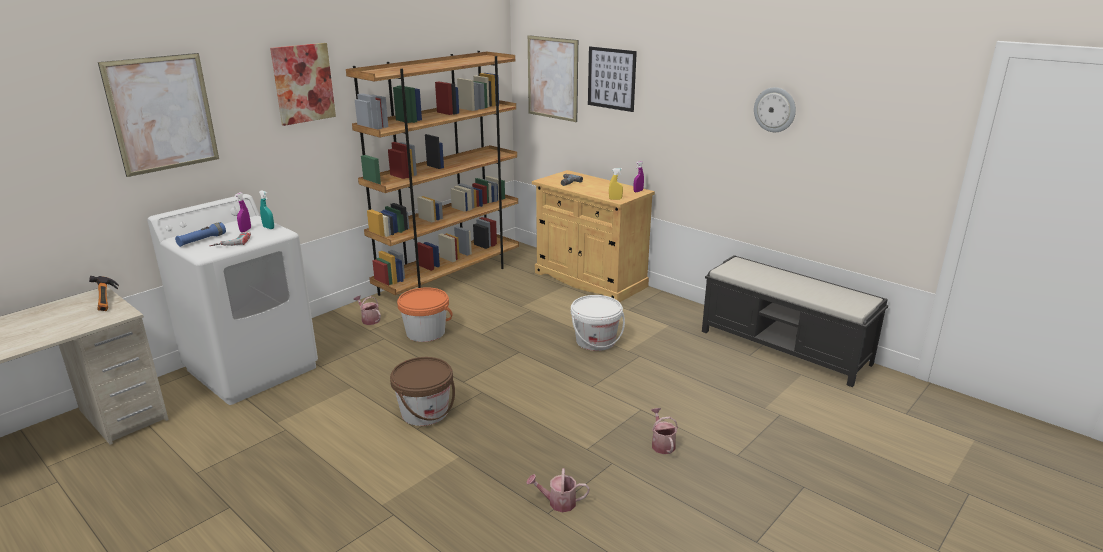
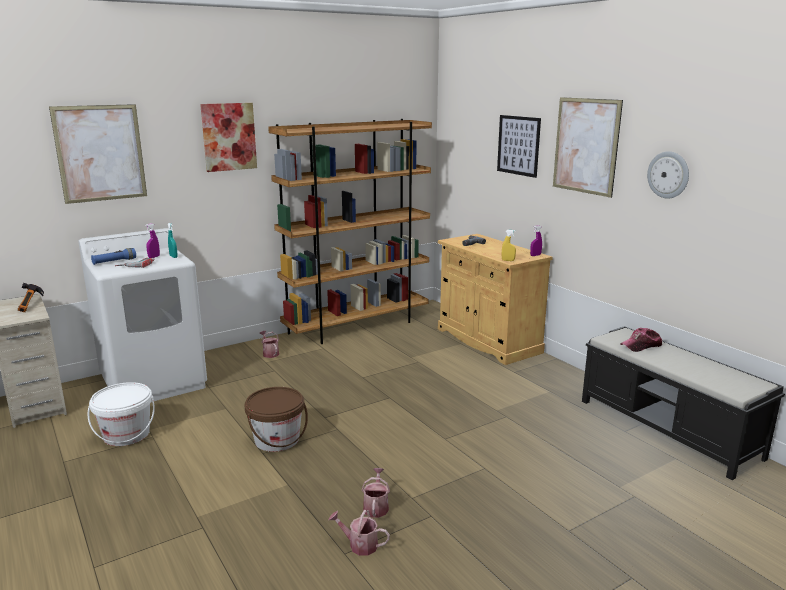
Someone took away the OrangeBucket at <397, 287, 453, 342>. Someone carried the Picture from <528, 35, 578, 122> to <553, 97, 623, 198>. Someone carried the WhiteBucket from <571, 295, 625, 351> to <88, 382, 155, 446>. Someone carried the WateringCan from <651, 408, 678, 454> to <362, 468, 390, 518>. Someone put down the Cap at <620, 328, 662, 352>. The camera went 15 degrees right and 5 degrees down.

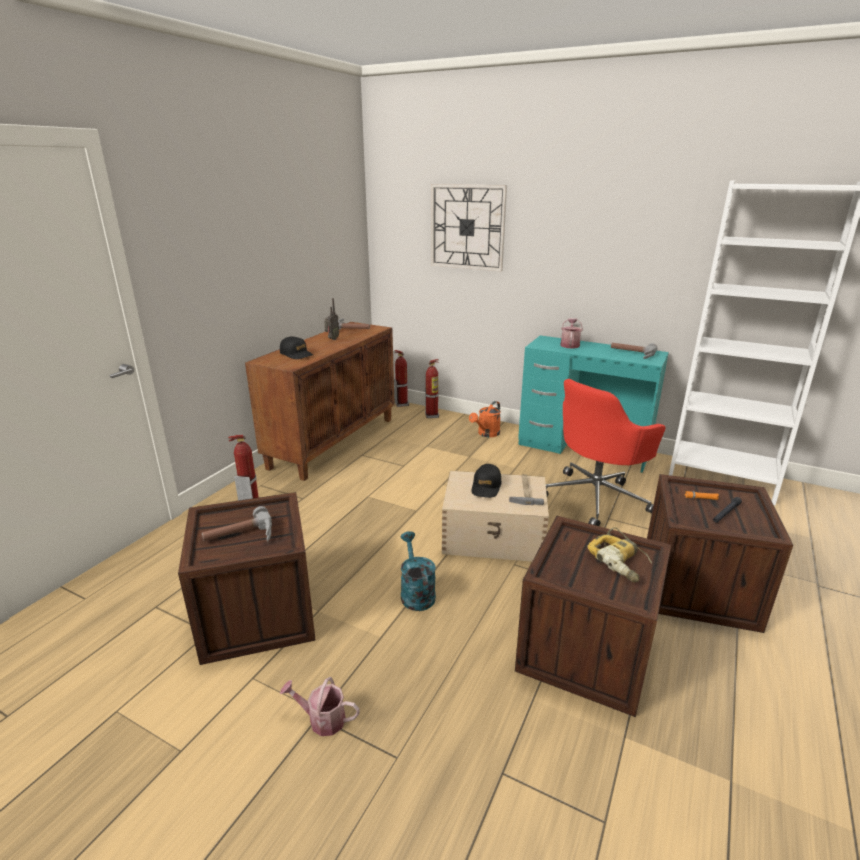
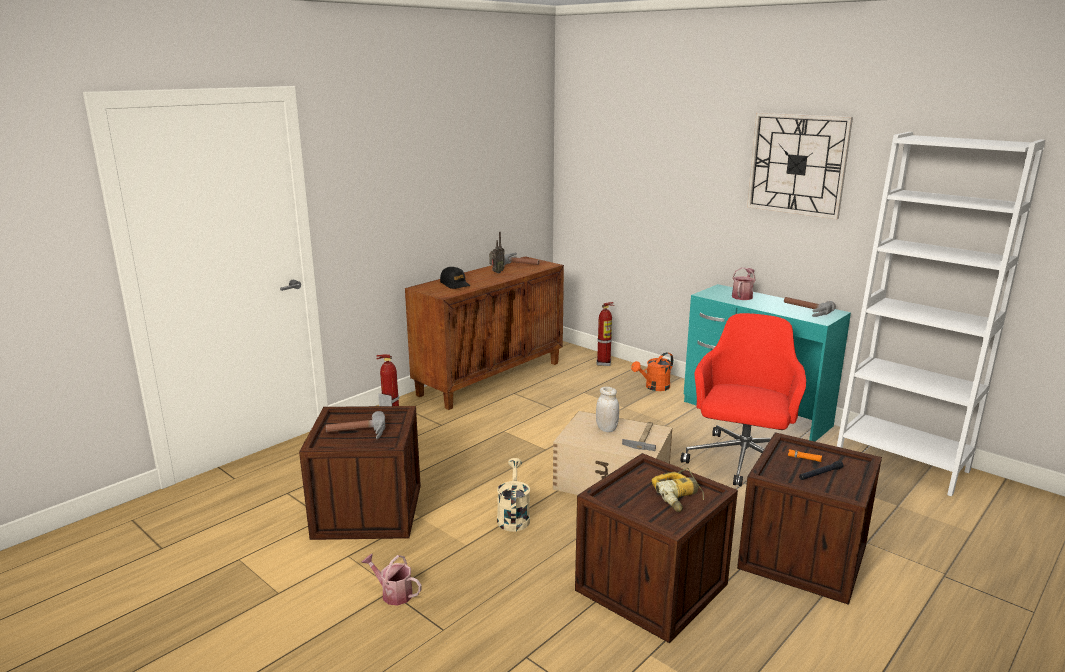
Someone took away the FireExtinguisher at <394, 350, 409, 407>. Someone repainted the TurquoiseWateringCan at <401, 531, 436, 611>, which became the BeigeWateringCan at <497, 458, 530, 532>. Someone carried the WallClock from <431, 184, 507, 271> to <747, 113, 853, 219>. Someone swapped the BlackCap at <471, 464, 501, 498> for the WhiteJar at <596, 387, 619, 432>. Someone rotated the RedOfficeChair at <546, 379, 666, 526> by 135 degrees clockwise. The camera went 15 degrees right and 5 degrees down.

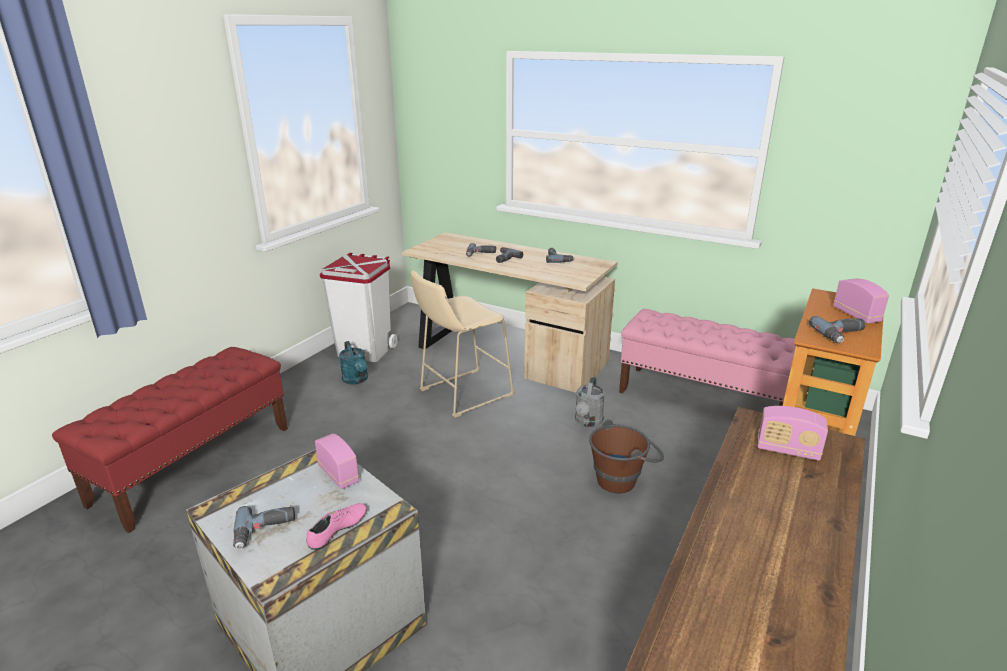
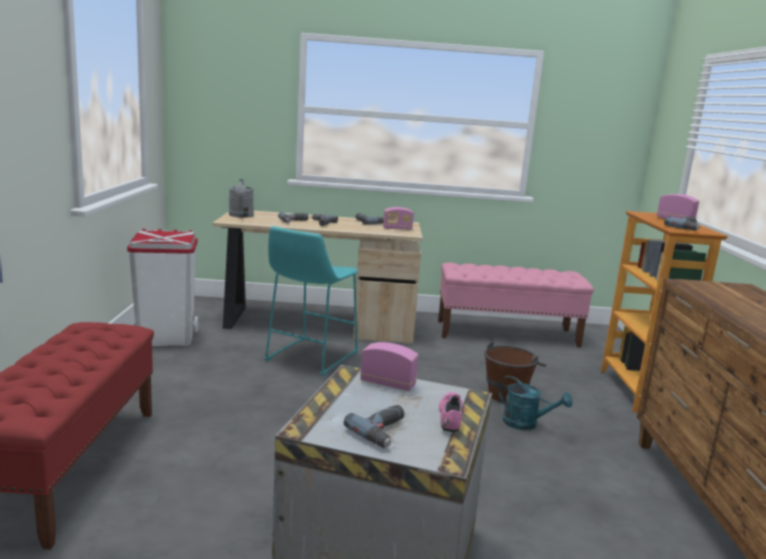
Someone carried the TurquoiseWateringCan from <339, 341, 368, 384> to <498, 376, 573, 430>. Someone repainted the BeigeStool at <411, 270, 515, 418>, which became the TurquoiseStool at <264, 226, 358, 376>. Someone carried the GreyWateringCan from <575, 377, 605, 427> to <229, 179, 254, 218>. Someone carried the Radio from <757, 406, 828, 461> to <383, 207, 414, 230>. The camera went 30 degrees left and 10 degrees down.

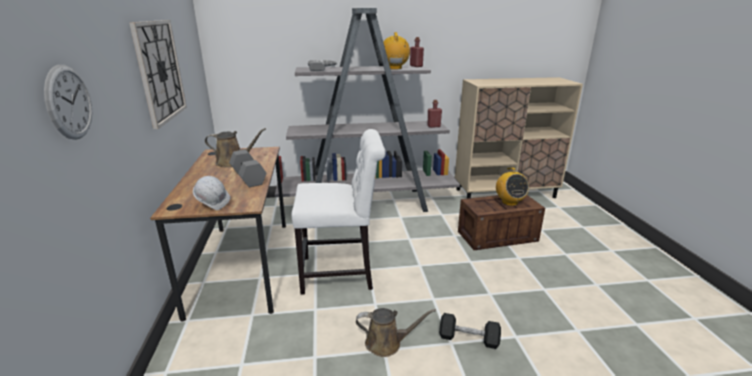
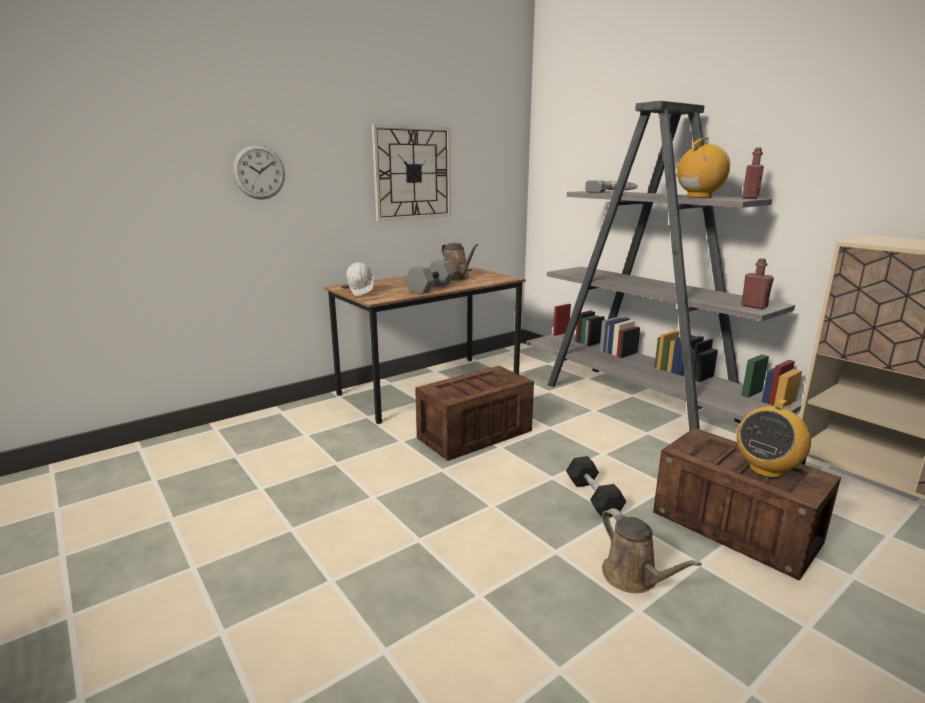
Someone swapped the WhiteChair at <292, 129, 386, 295> for the Crate at <415, 366, 534, 461>. Someone carried the BrownWateringCan from <356, 308, 436, 357> to <602, 508, 702, 593>. Someone carried the BlackDumbbell from <439, 313, 501, 349> to <566, 456, 626, 517>. The camera went 60 degrees right and 5 degrees down.

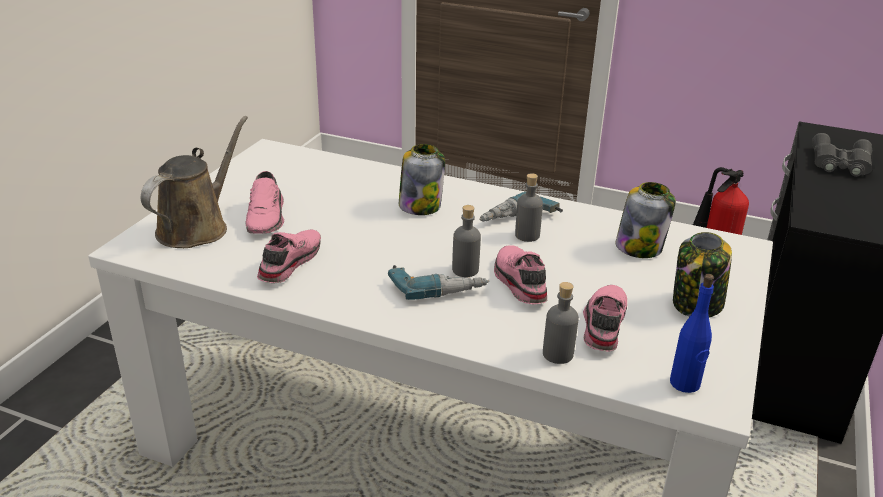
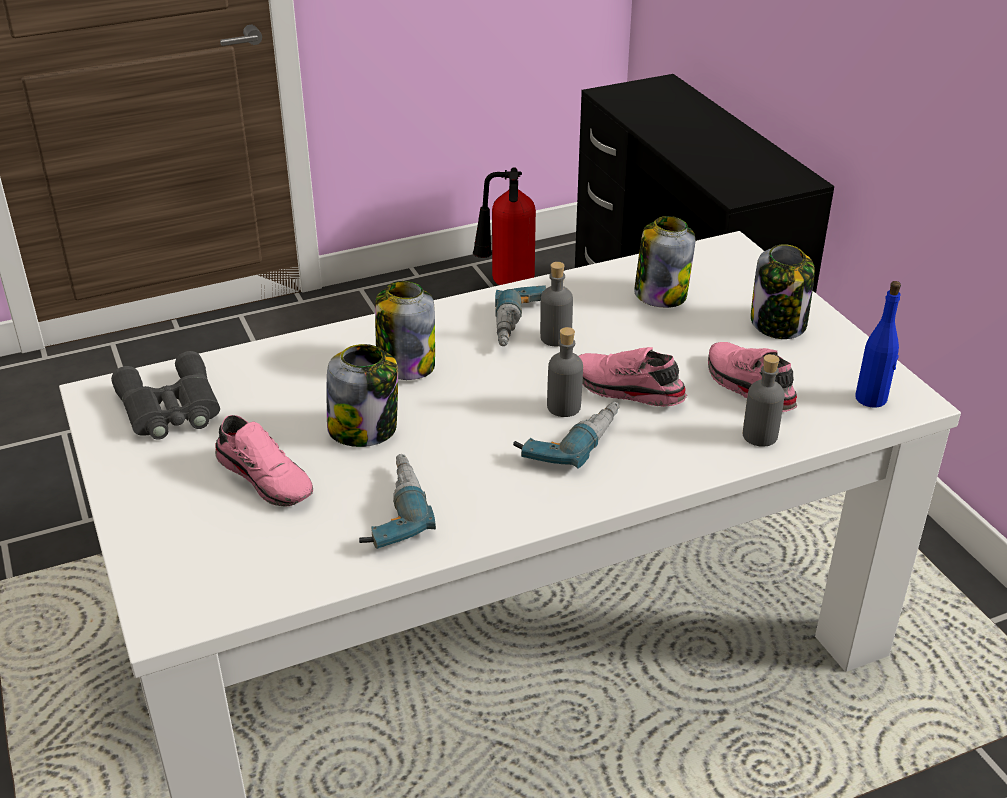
Someone took away the BrownWateringCan at <141, 116, 248, 248>. Someone swapped the PinkShoe at <257, 230, 321, 283> for the PowerDrill at <359, 454, 436, 549>. Someone carried the GreyBinoculars from <812, 133, 872, 177> to <111, 351, 220, 440>. Someone put down the Jar at <327, 344, 398, 447>. The camera went 45 degrees left and 5 degrees up.

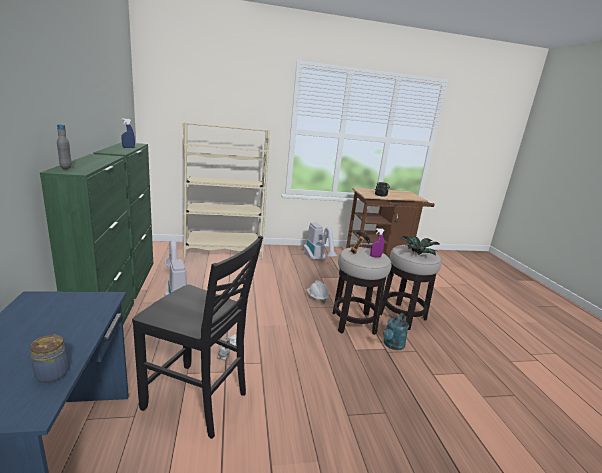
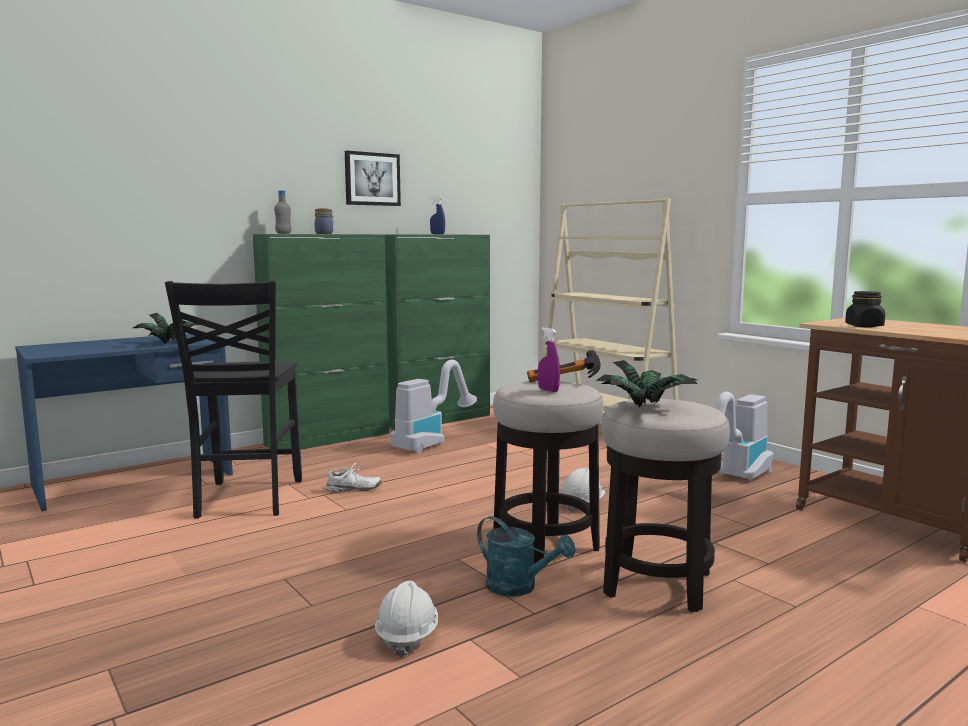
Someone carried the Jar from <30, 334, 69, 383> to <315, 208, 334, 234>. Someone rotated the TurquoiseWateringCan at <383, 313, 409, 350> by 150 degrees counterclockwise. Someone put down the PottedPlant at <133, 313, 199, 344>. Someone put up the Picture at <345, 151, 401, 206>. Someone put down the WhiteHardHat at <375, 581, 438, 657>. The camera went 65 degrees right and 10 degrees down.

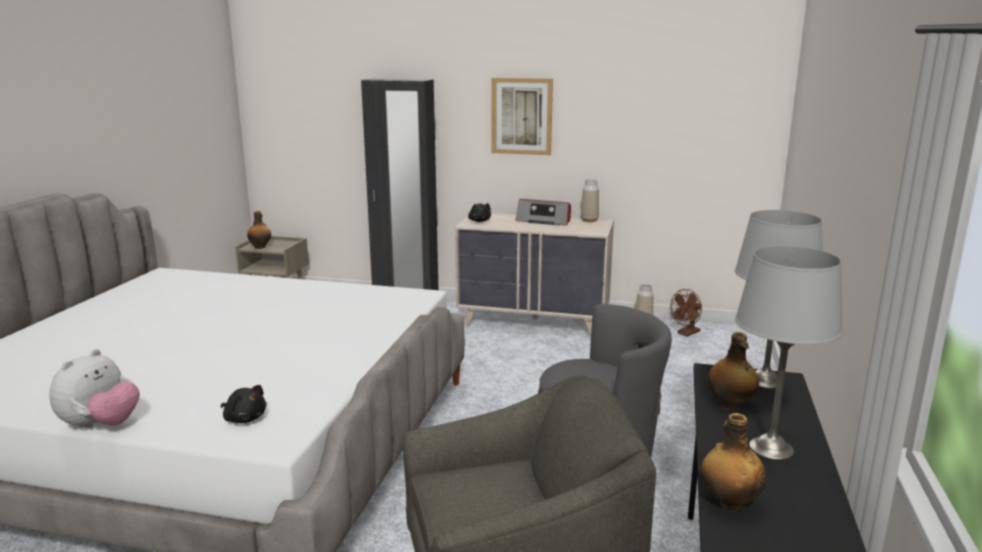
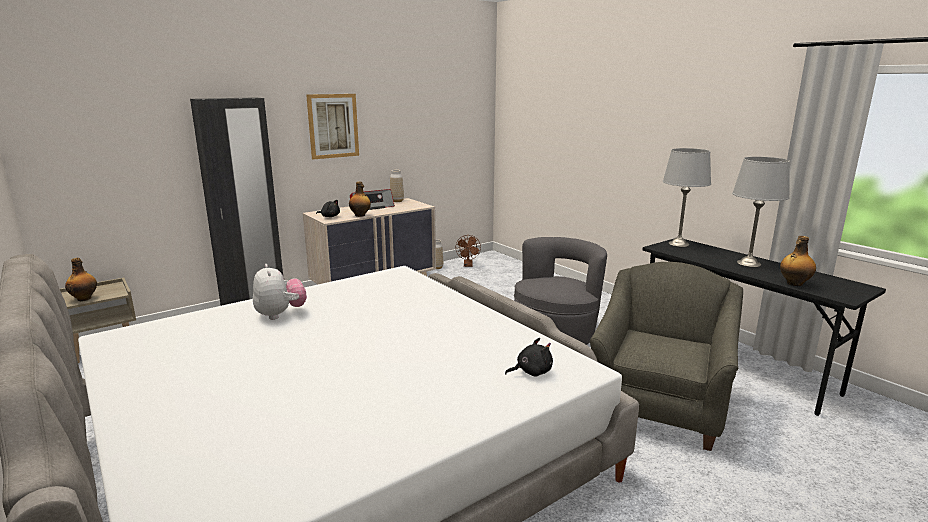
Someone carried the PlushToy from <49, 349, 139, 430> to <253, 264, 307, 320>. Someone carried the Bottle from <708, 332, 759, 411> to <349, 182, 371, 217>. The camera went 50 degrees left and 0 degrees up.

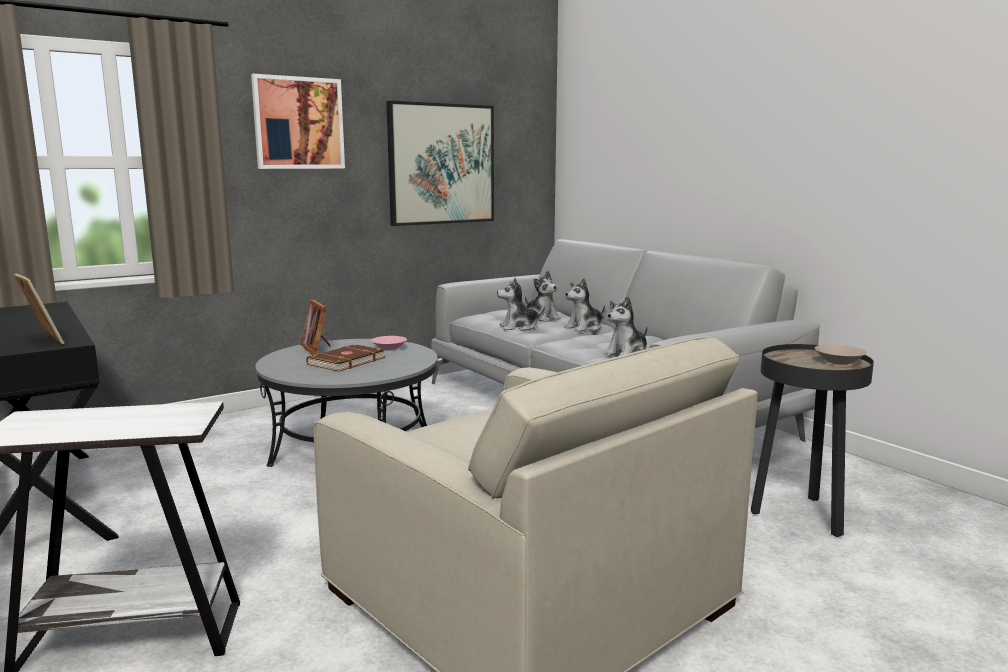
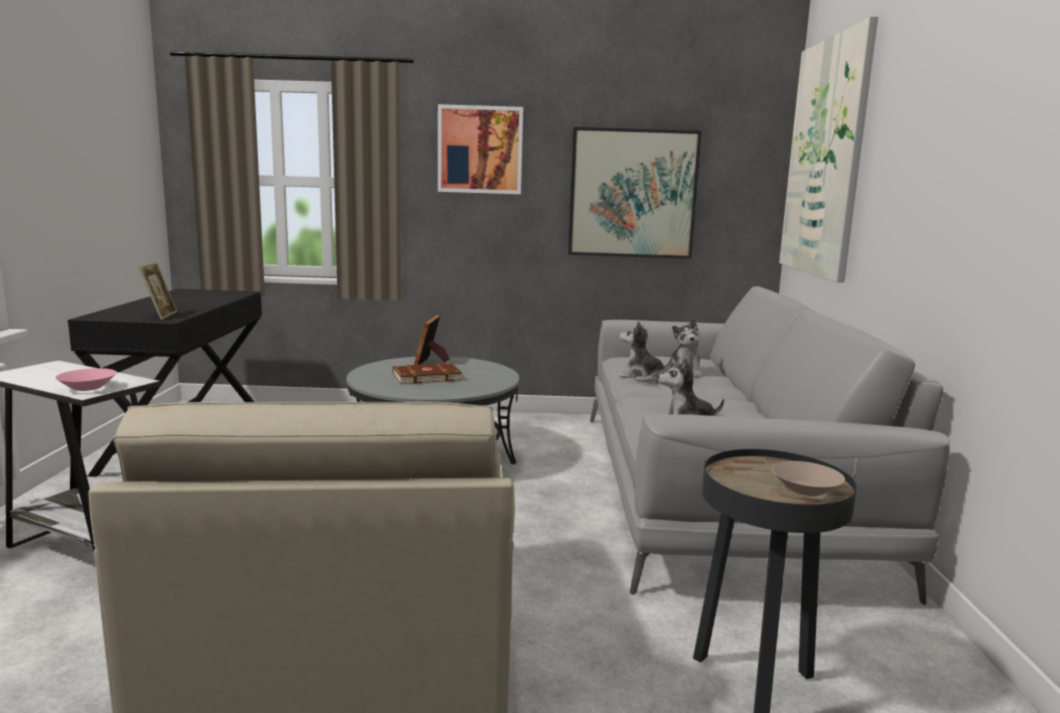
Someone carried the PinkBowl from <371, 336, 407, 350> to <55, 368, 116, 391>. Someone took away the PlushToy at <564, 278, 605, 332>. Someone put up the Picture at <779, 17, 878, 283>. The camera went 35 degrees right and 0 degrees up.

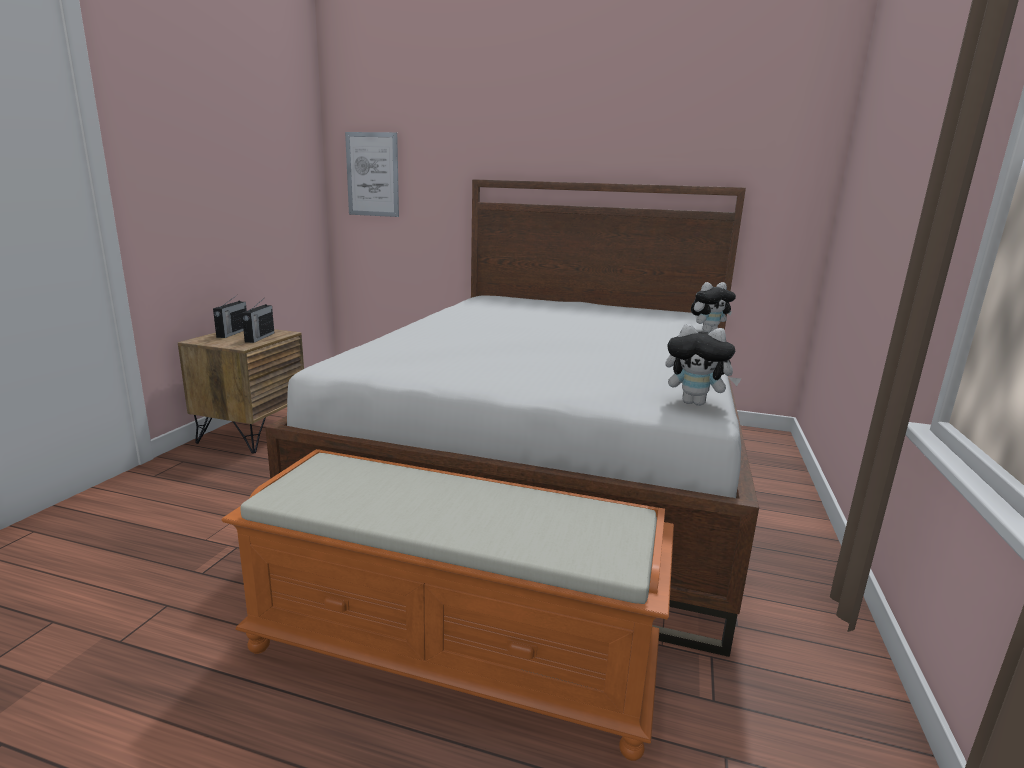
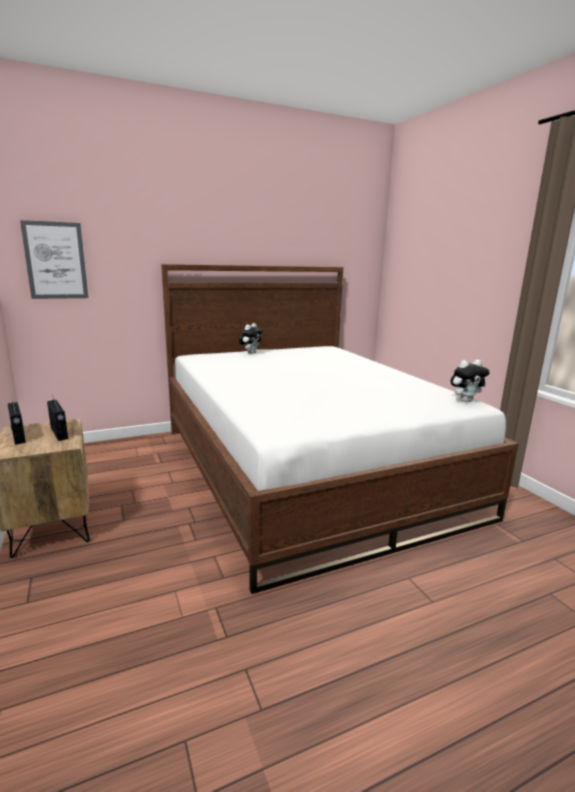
Someone took away the OrangeBench at <222, 449, 674, 761>. Someone carried the PlushToy from <691, 282, 736, 333> to <239, 323, 263, 354>. The camera went 40 degrees left and 0 degrees up.

